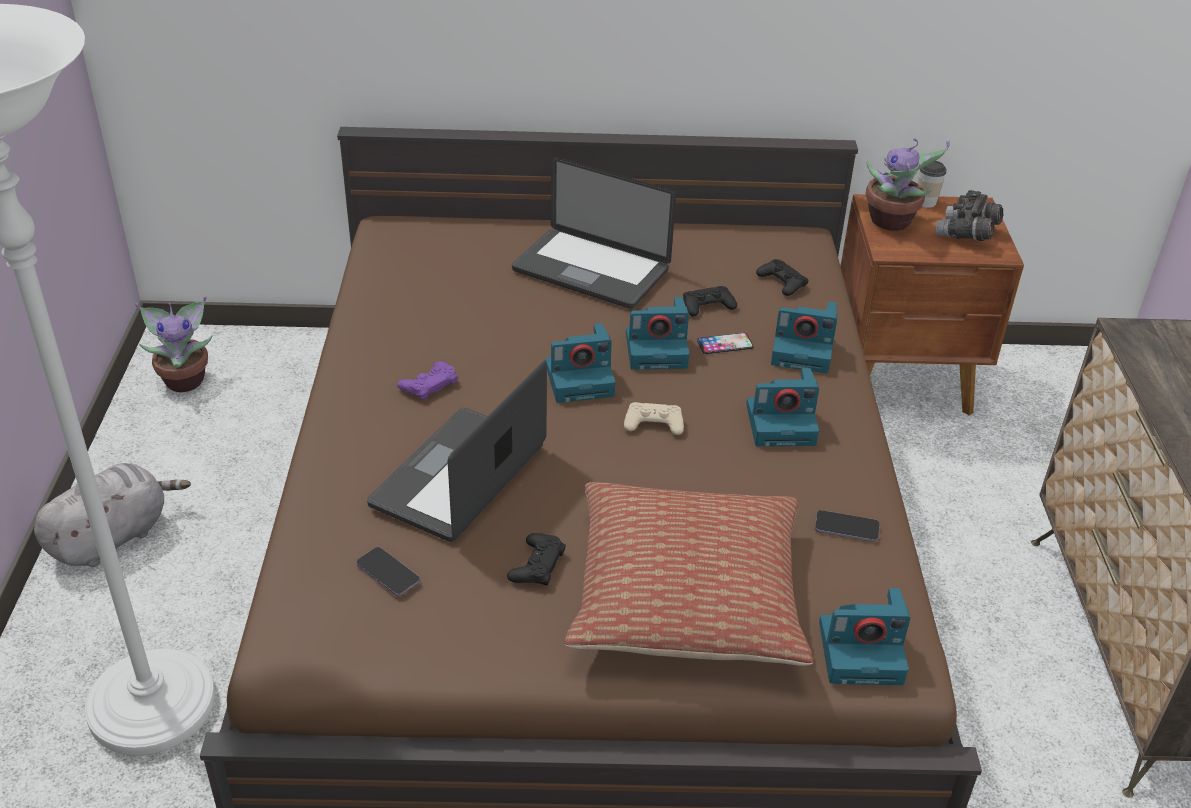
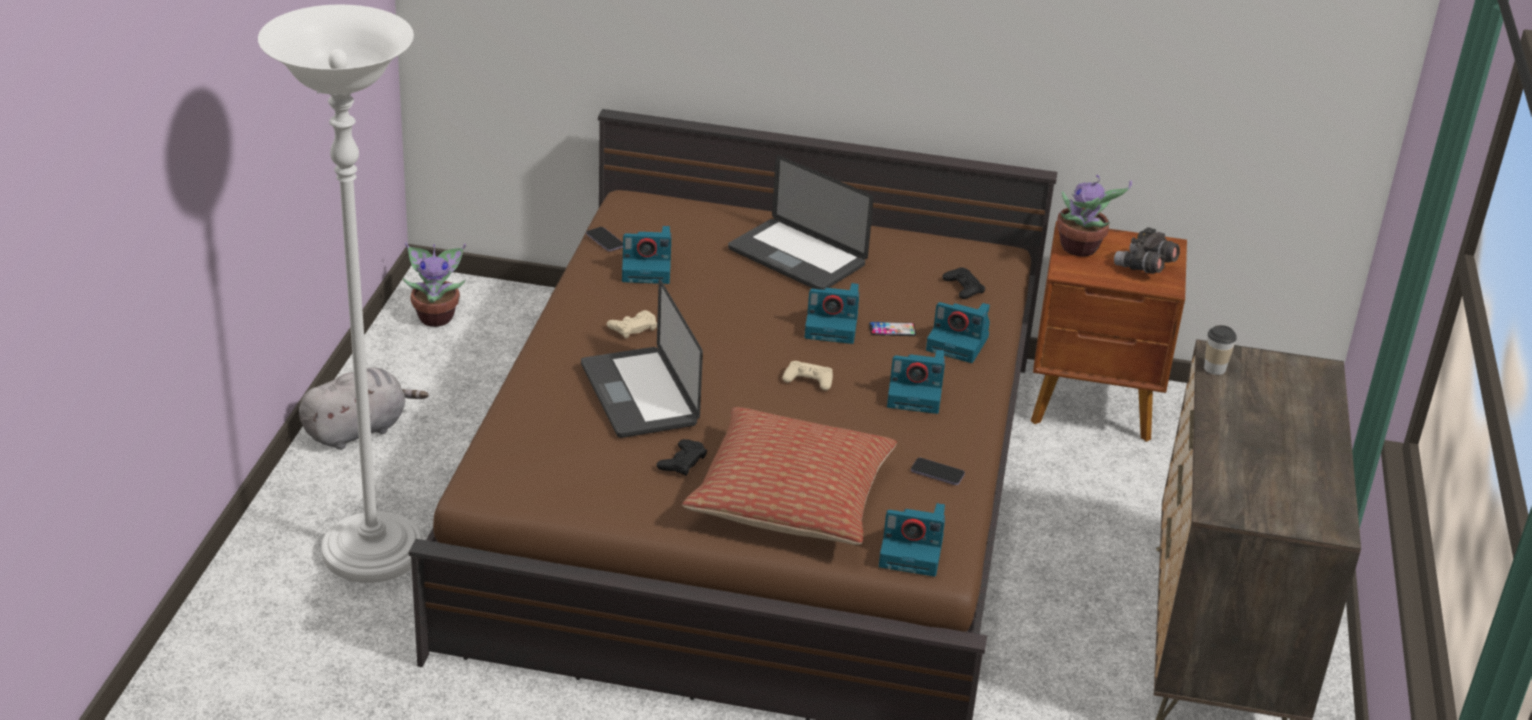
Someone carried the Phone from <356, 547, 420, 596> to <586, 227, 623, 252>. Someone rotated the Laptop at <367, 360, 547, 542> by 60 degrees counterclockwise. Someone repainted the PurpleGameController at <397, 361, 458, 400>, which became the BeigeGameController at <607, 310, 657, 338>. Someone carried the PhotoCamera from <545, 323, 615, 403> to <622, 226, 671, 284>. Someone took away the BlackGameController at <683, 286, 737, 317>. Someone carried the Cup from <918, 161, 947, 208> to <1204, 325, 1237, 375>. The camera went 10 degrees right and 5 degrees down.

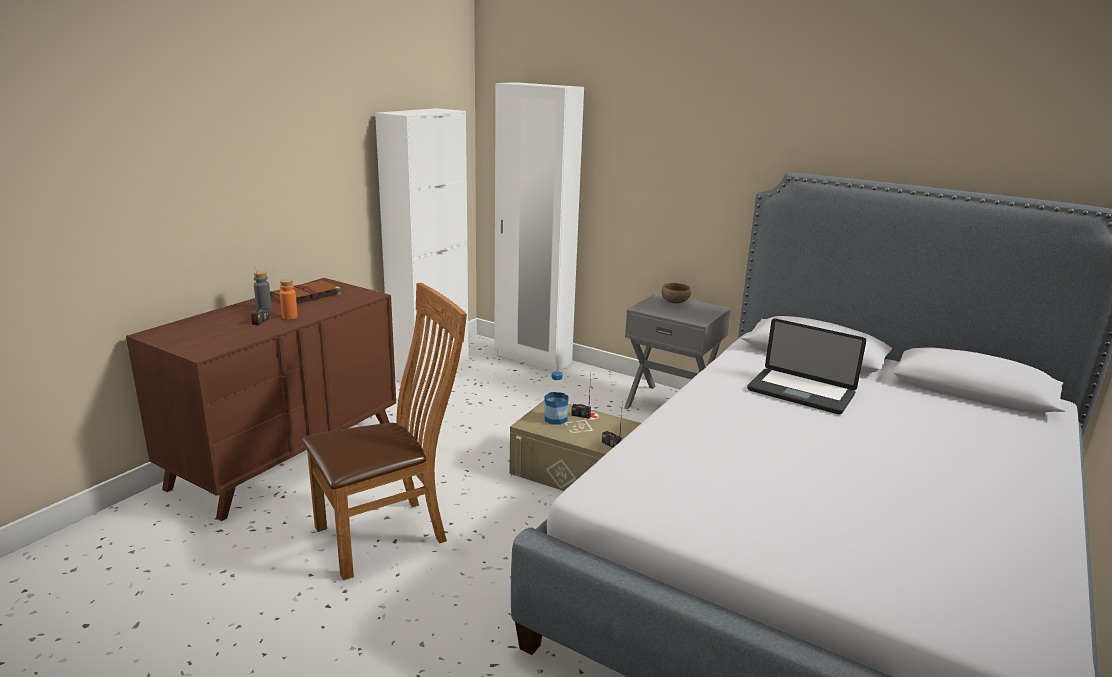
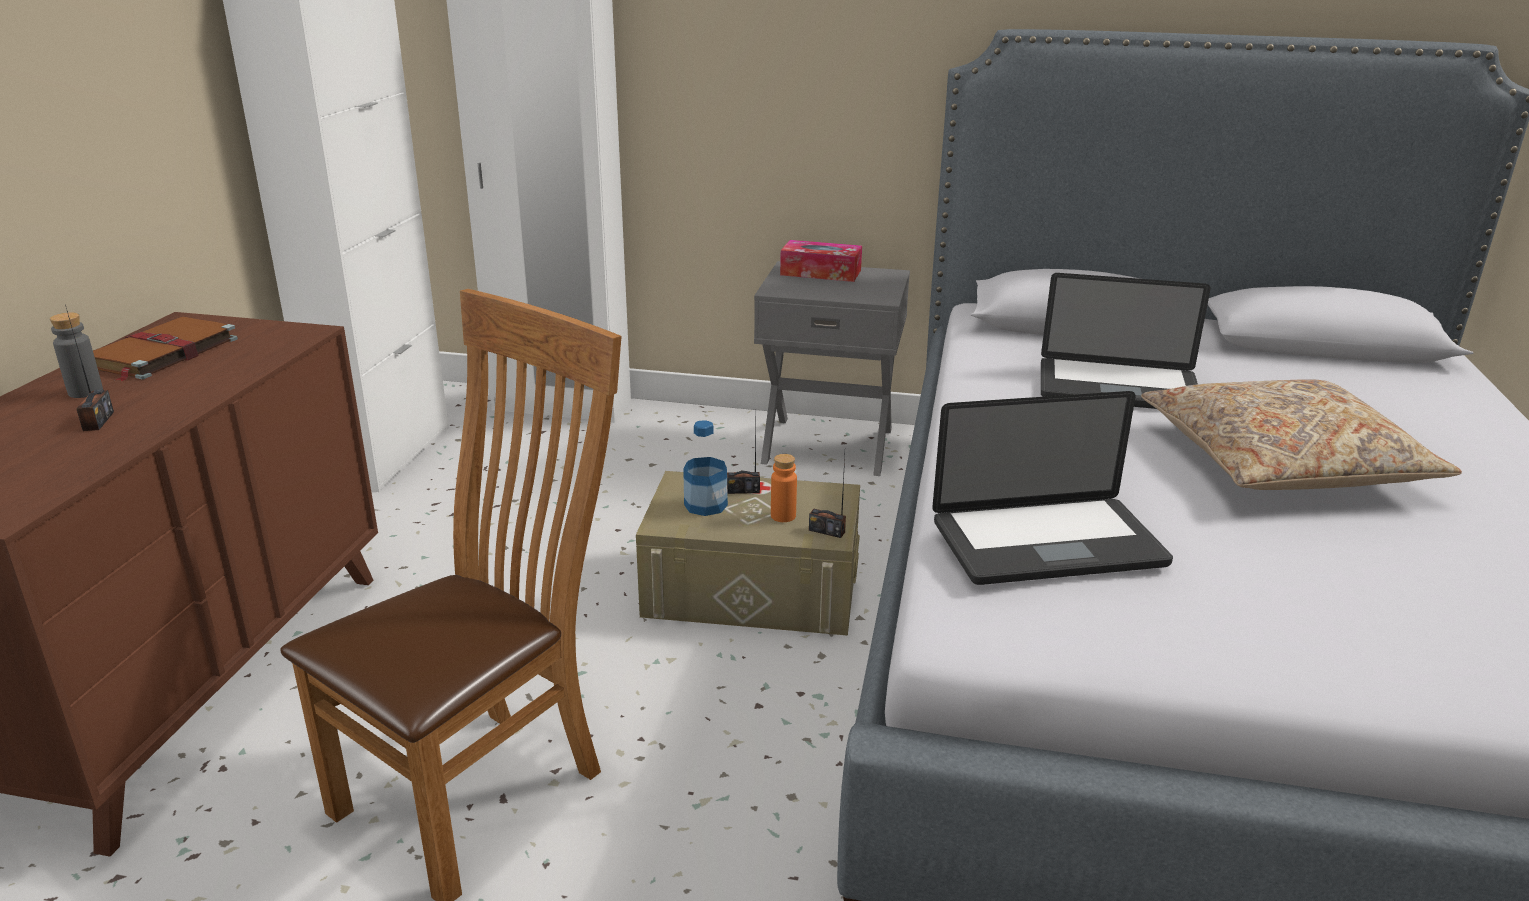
Someone carried the OrangeBottle from <280, 279, 298, 320> to <771, 454, 797, 522>. Someone swapped the BrownBowl at <662, 283, 691, 303> for the TissueBox at <780, 240, 862, 282>. Someone put down the Laptop at <932, 391, 1173, 585>. Someone put down the BeigePillow at <1141, 379, 1462, 490>. The camera went 20 degrees left and 5 degrees up.

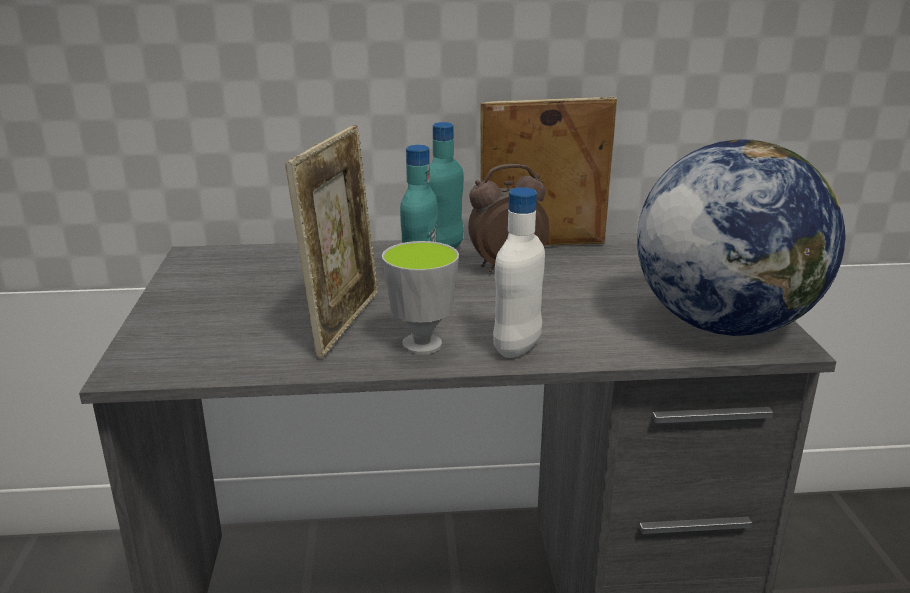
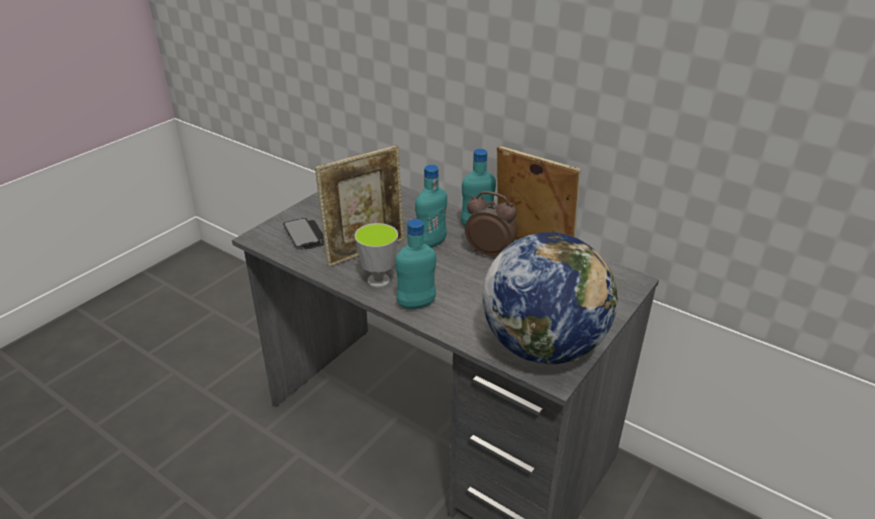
Someone repainted the WhiteBottle at <493, 187, 545, 358>, which became the TurquoiseBottle at <395, 219, 436, 309>. Someone put down the Phone at <283, 218, 324, 249>. The camera went 40 degrees right and 10 degrees up.

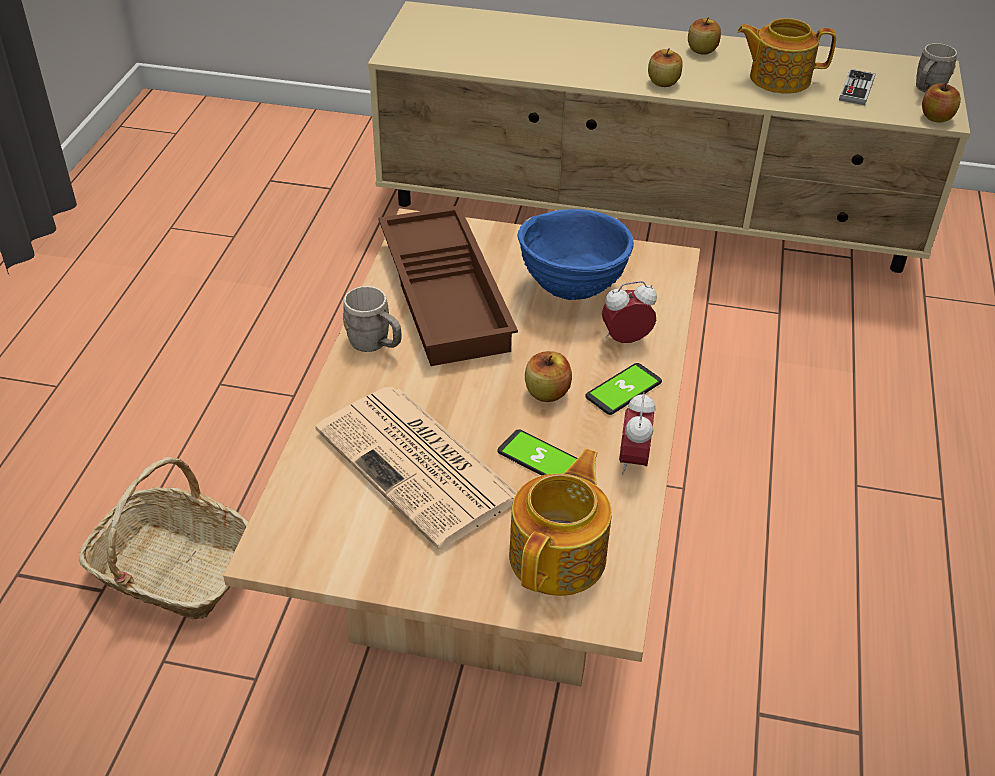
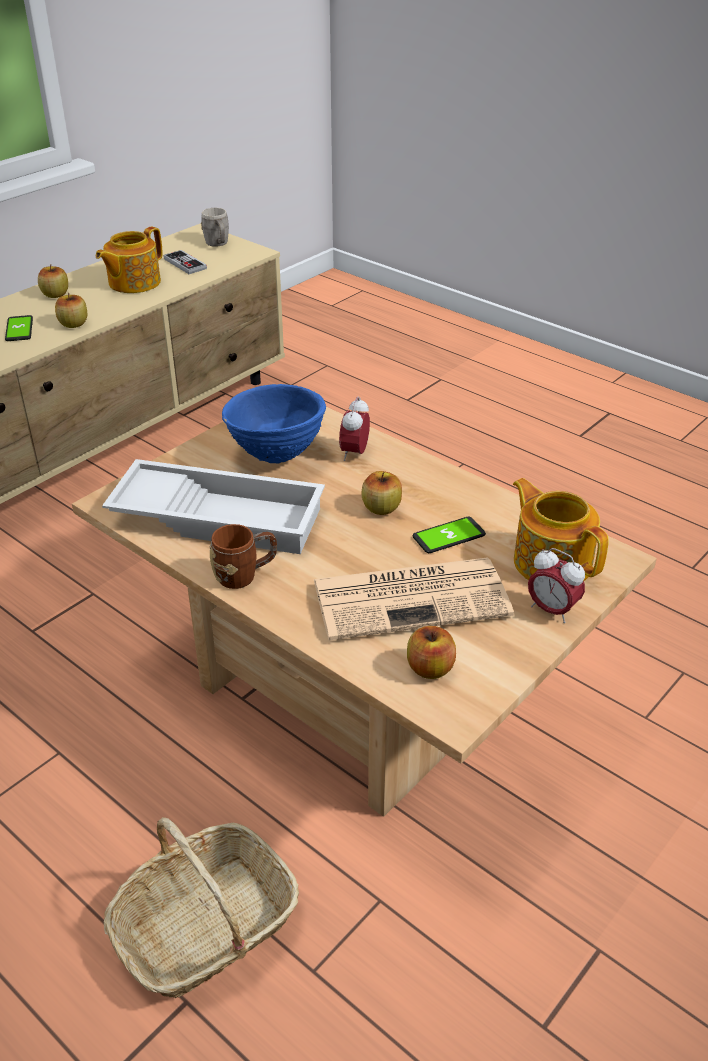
Someone repainted the GreyMug at <343, 286, 401, 352>, which became the BrownMug at <210, 524, 277, 589>. Someone repainted the BrownTray at <378, 205, 518, 366>, which became the WhiteTray at <102, 459, 325, 554>. Someone carried the Phone from <585, 363, 662, 415> to <5, 315, 33, 341>. Someone carried the AlarmClock from <619, 392, 656, 474> to <528, 548, 585, 623>. Someone carried the Apple from <922, 83, 961, 123> to <407, 626, 456, 679>. The camera went 60 degrees left and 5 degrees down.

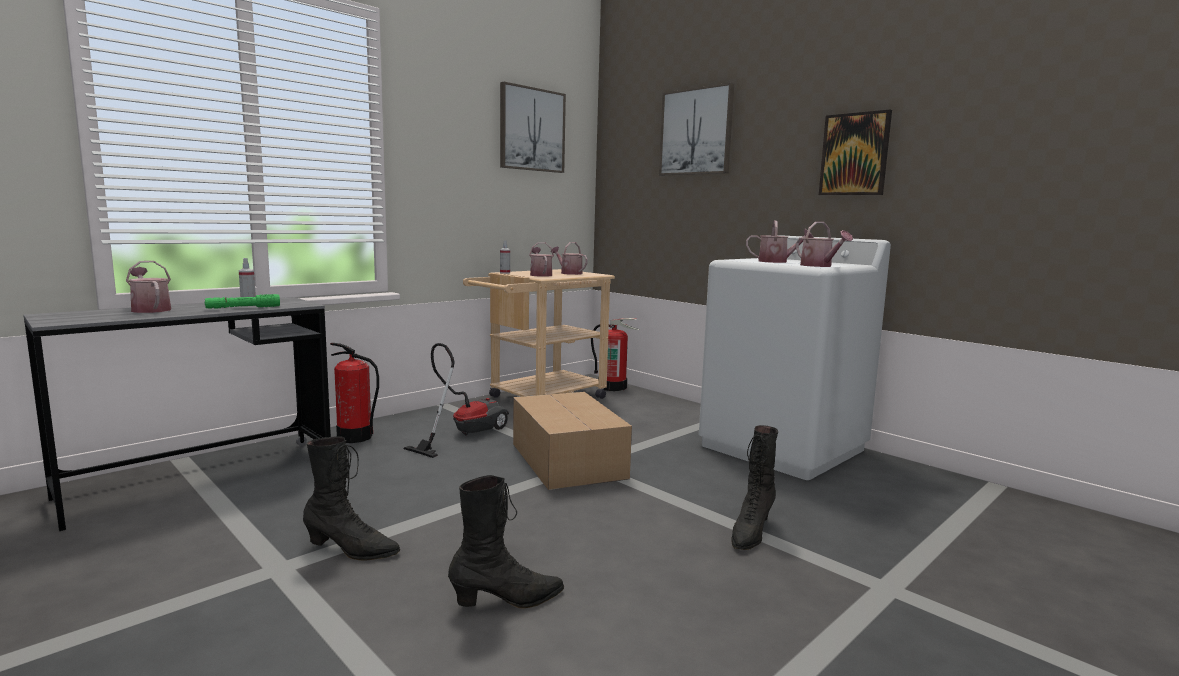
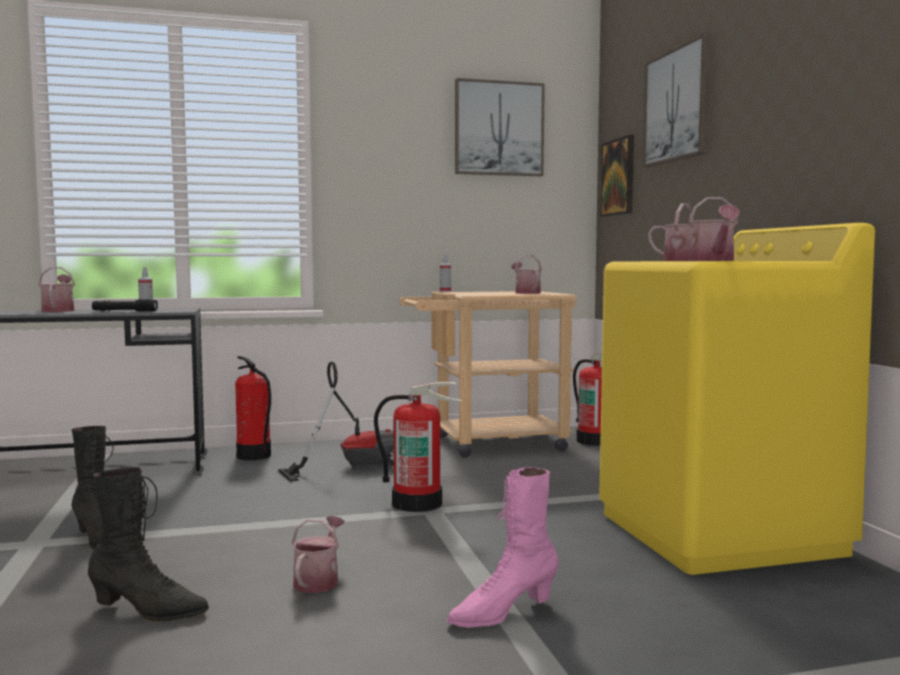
Someone repainted the GreenFlashlight at <205, 294, 280, 309>, which became the BlackFlashlight at <92, 299, 158, 312>. Someone swapped the CardboardBox at <513, 392, 632, 490> for the FireExtinguisher at <374, 382, 462, 512>. Someone carried the WateringCan from <529, 242, 554, 277> to <292, 516, 344, 593>. Someone repainted the WhiteWashingMachine at <699, 235, 891, 480>, which became the YellowWashingMachine at <599, 223, 875, 575>. Someone repainted the BlackBoot at <731, 425, 778, 550>, which became the PinkBoot at <446, 467, 559, 628>. Someone carried the Picture from <819, 110, 892, 195> to <600, 135, 634, 217>. The camera went 30 degrees right and 5 degrees down.

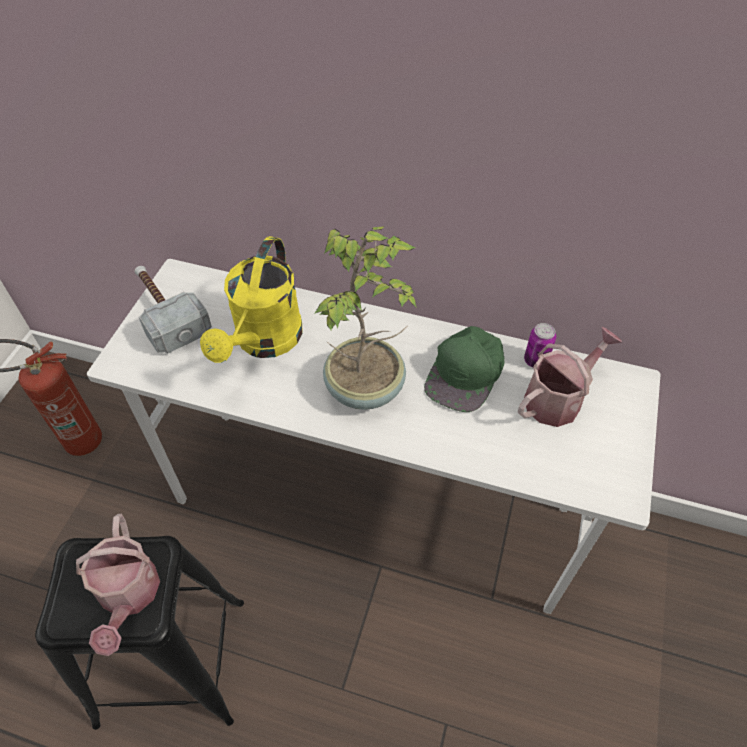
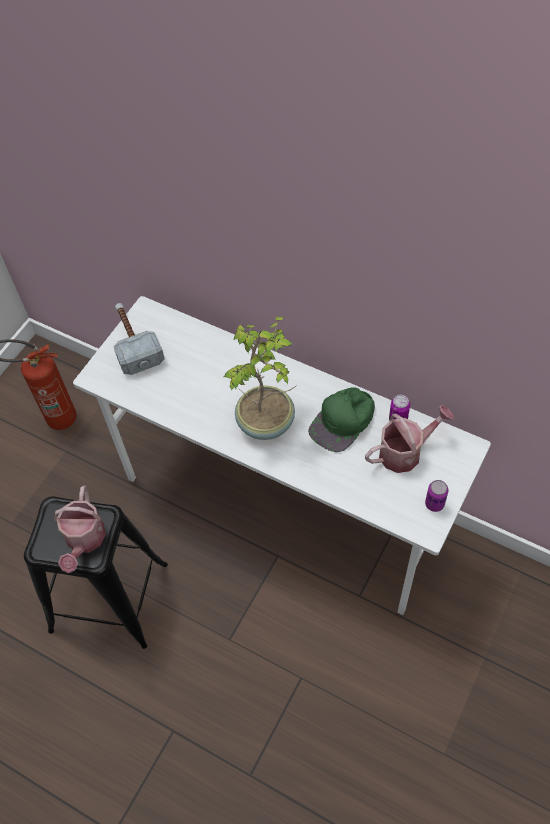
Someone took away the YellowWateringCan at <200, 236, 302, 363>. Someone put down the Can at <425, 480, 449, 512>. The camera went 15 degrees right and 5 degrees up.

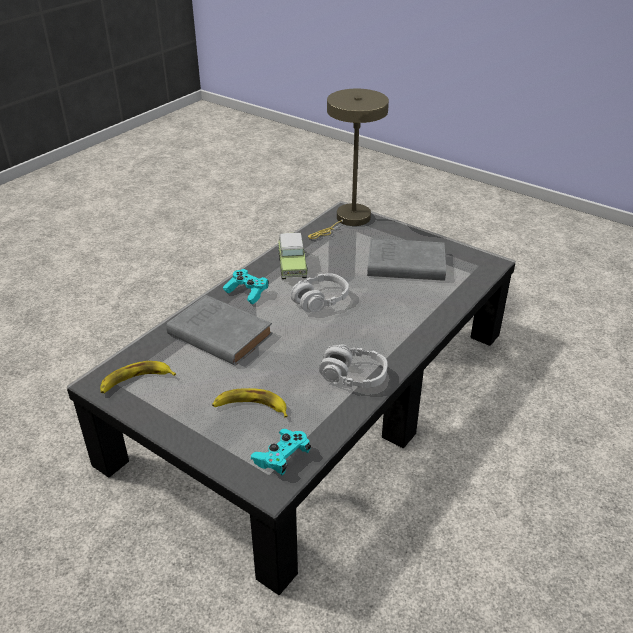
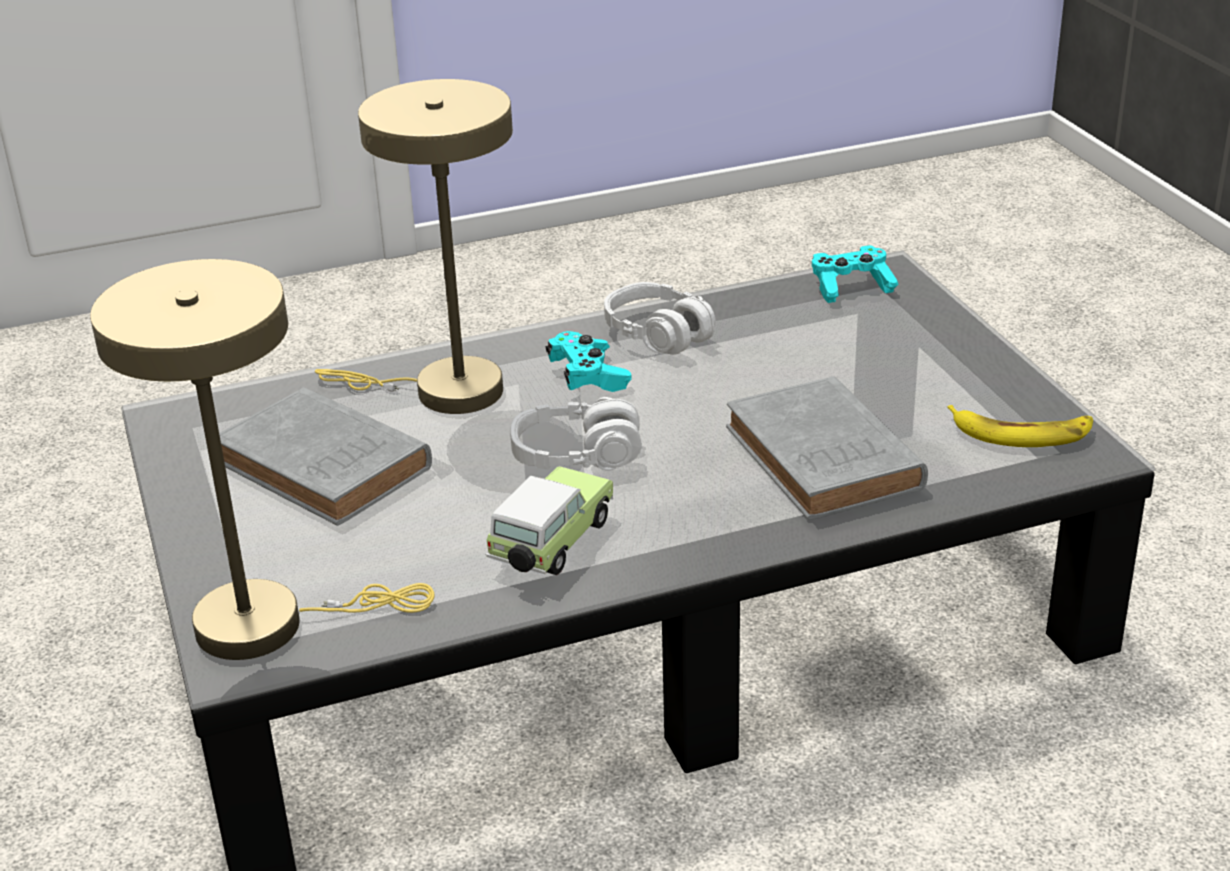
Someone took away the Banana at <212, 388, 288, 418>. Someone carried the TurquoiseGameController from <223, 269, 269, 304> to <545, 331, 632, 392>. Someone put down the BeigeTableLamp at <315, 79, 513, 414>. The camera went 145 degrees left and 5 degrees down.

